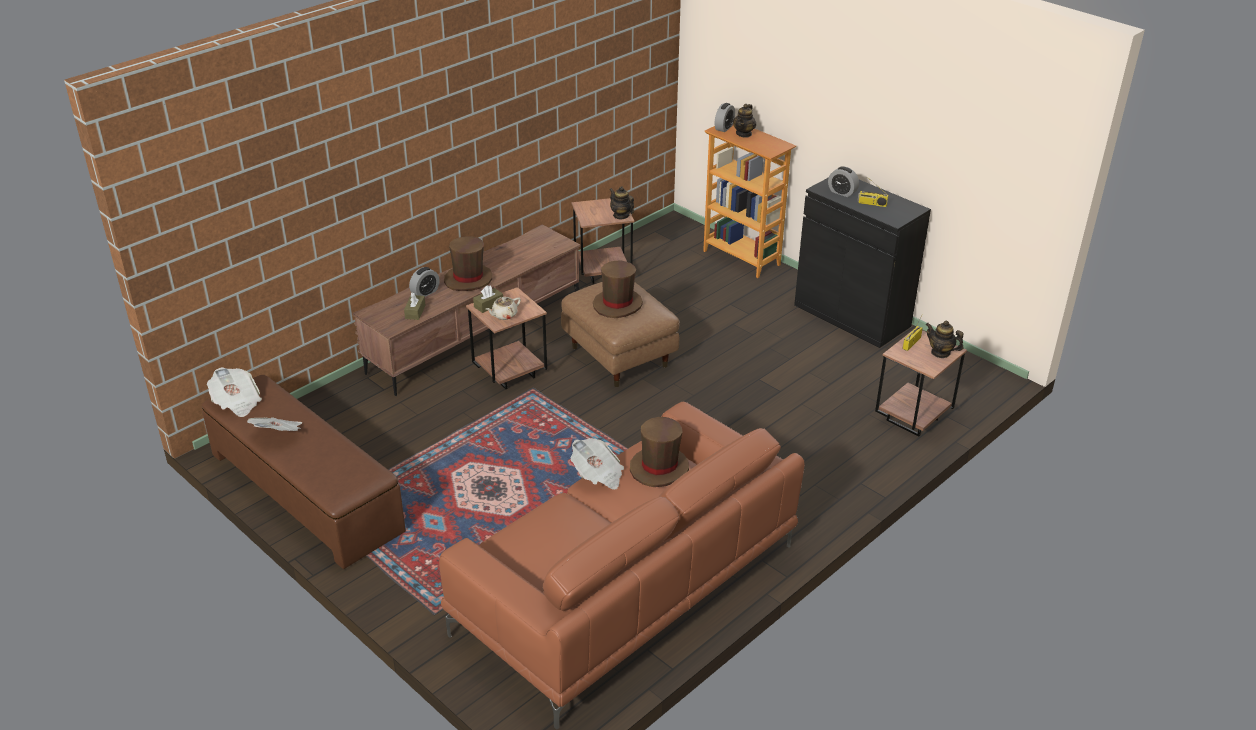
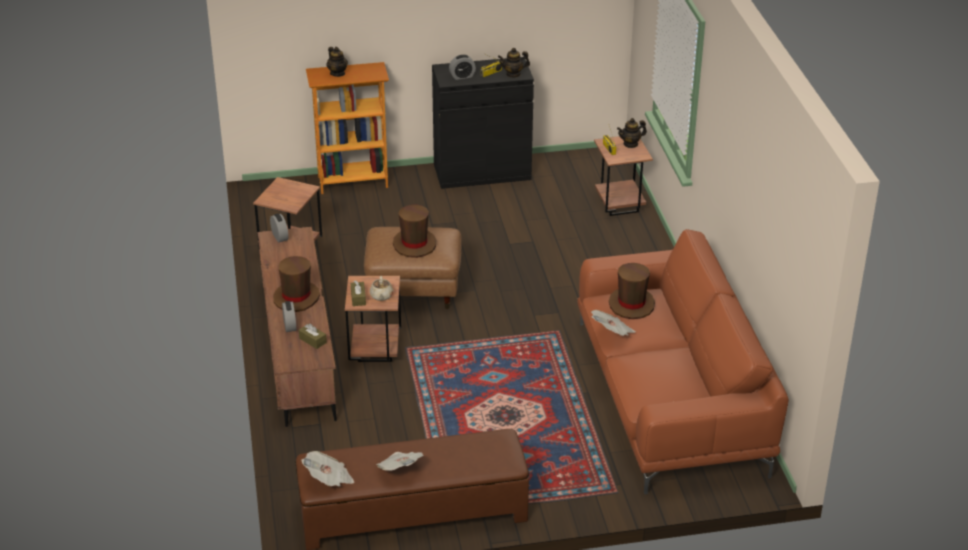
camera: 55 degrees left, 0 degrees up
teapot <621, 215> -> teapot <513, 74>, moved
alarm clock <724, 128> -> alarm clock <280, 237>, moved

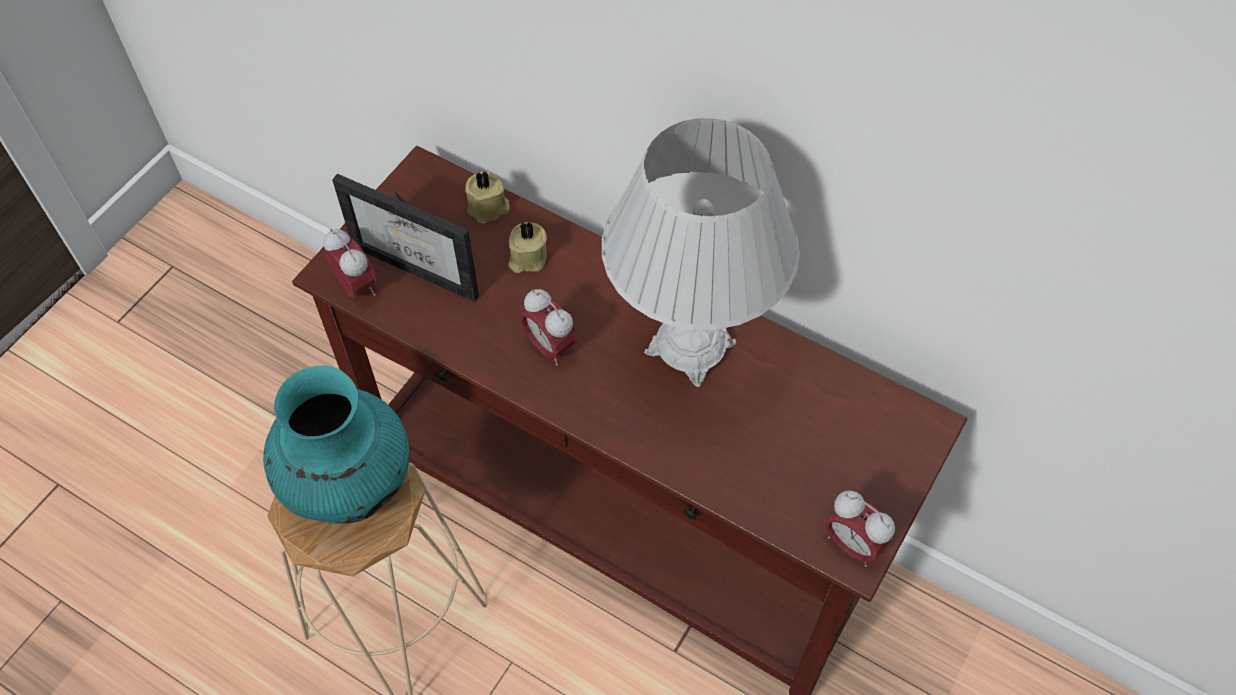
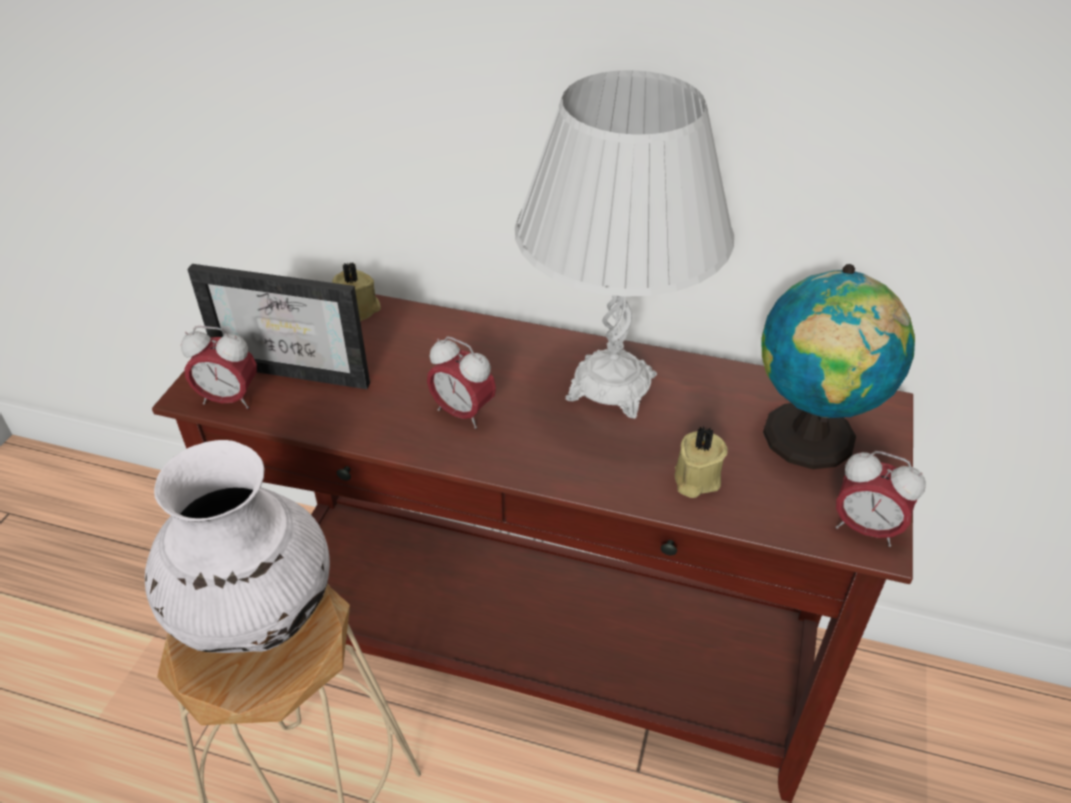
camera: 15 degrees left, 15 degrees down
vase (turquoise) <348, 483> -> vase (white) <254, 615>
alarm clock <357, 286> -> alarm clock <229, 399>, 150 degrees clockwise
candle (beige) <527, 258> -> candle (beige) <695, 479>, moved
none -> globe <810, 441>

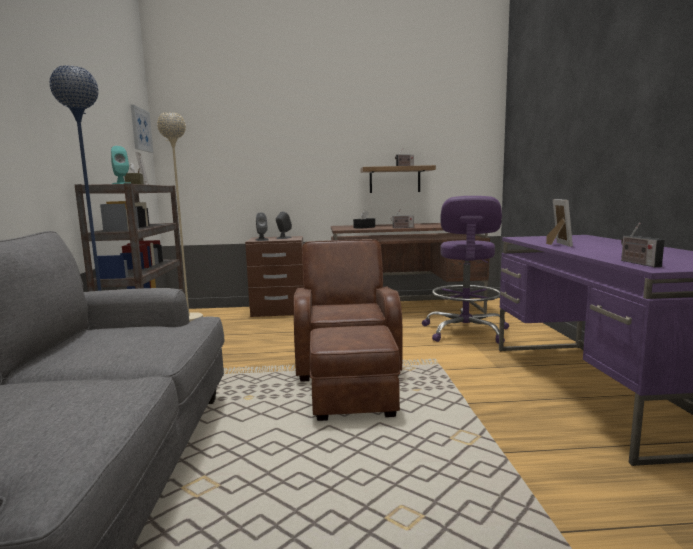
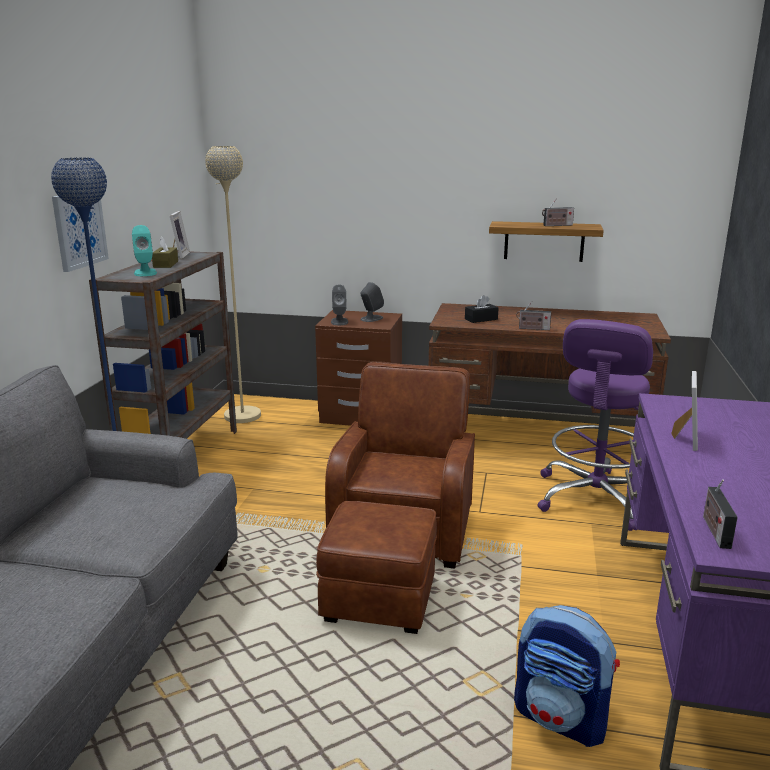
camera: 15 degrees right, 10 degrees up
picture <140, 129> -> picture <79, 229>, moved
none -> backpack <561, 718>

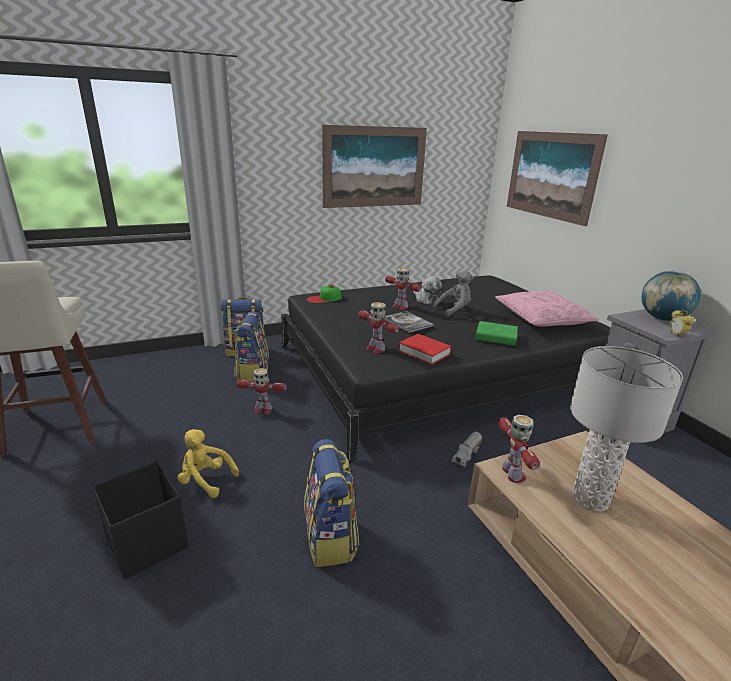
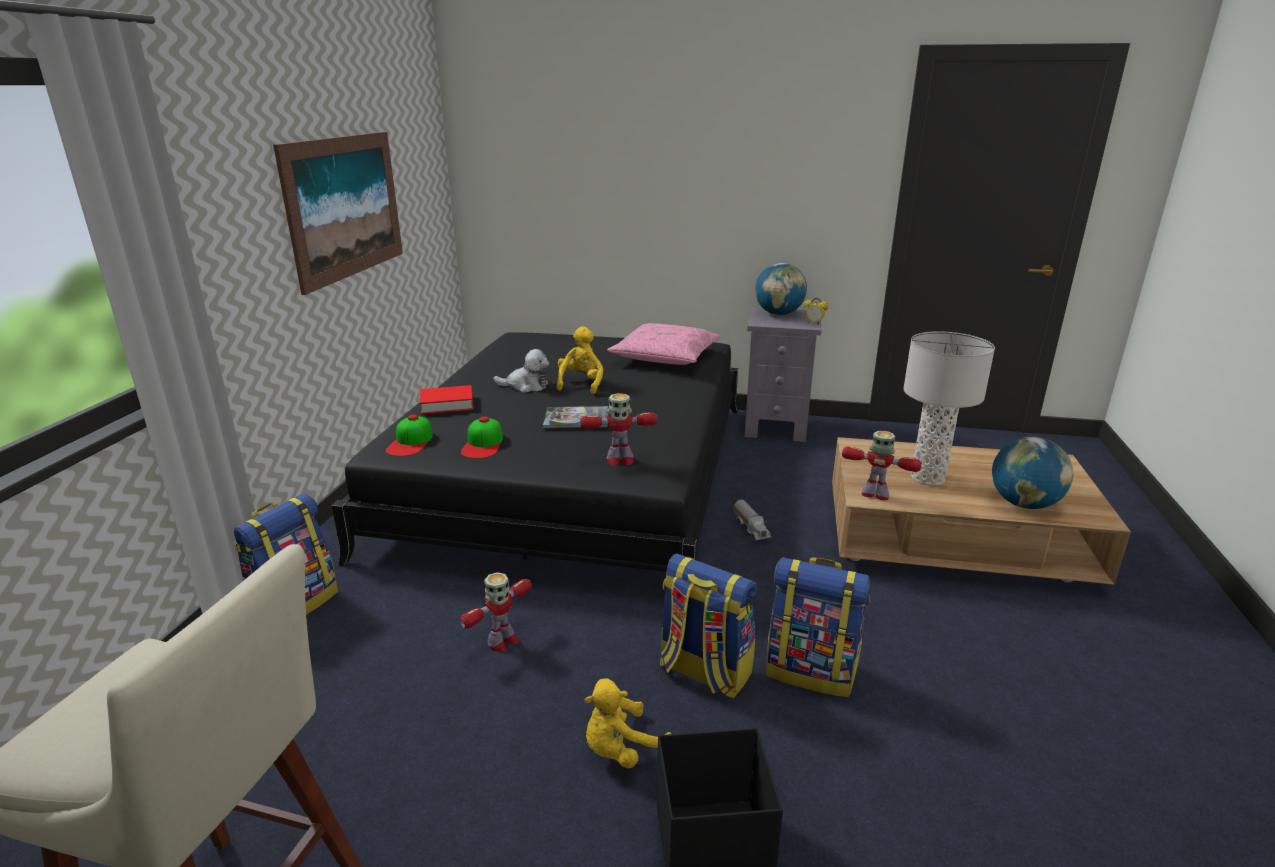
camera: 55 degrees left, 0 degrees up
backpack <252, 373> -> backpack <703, 671>, moved
toy robot <400, 306> -> none
book (red) <424, 352> -> book (red) <447, 404>, moved
plush toy (grey) <454, 310> -> plush toy (yellow) <581, 384>
book (green) <496, 337> -> none
picture <551, 175> -> none
none -> cap <483, 444>
none -> globe <1024, 504>

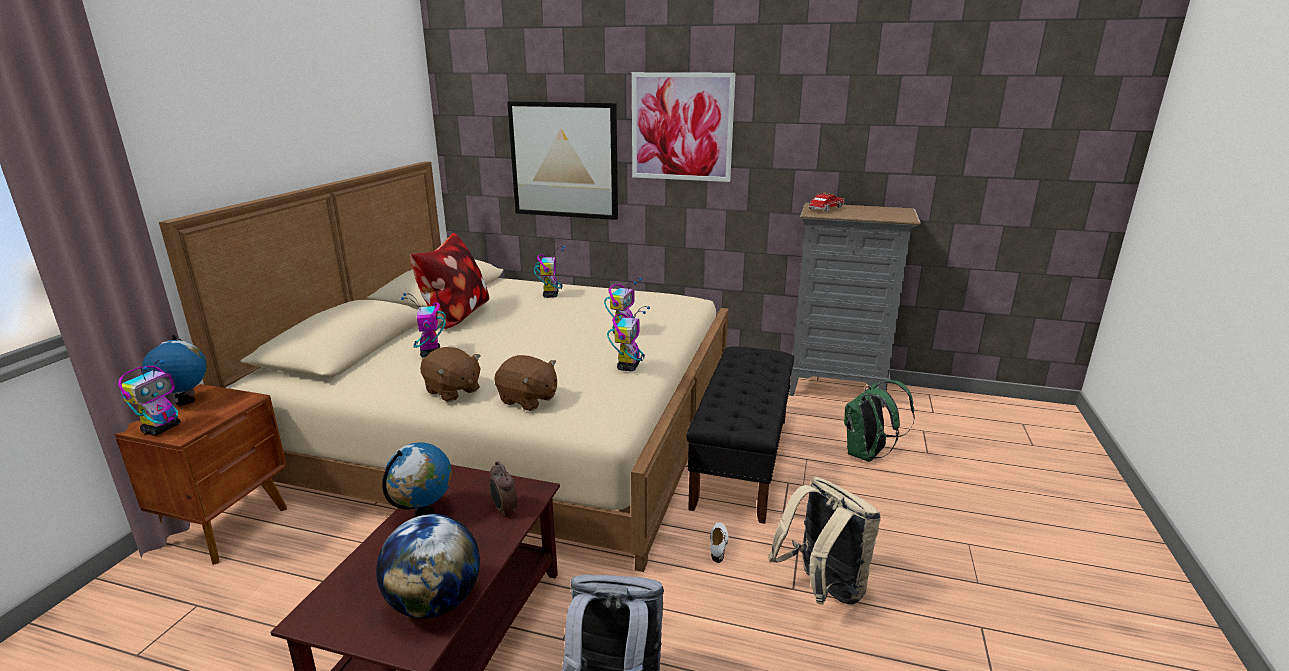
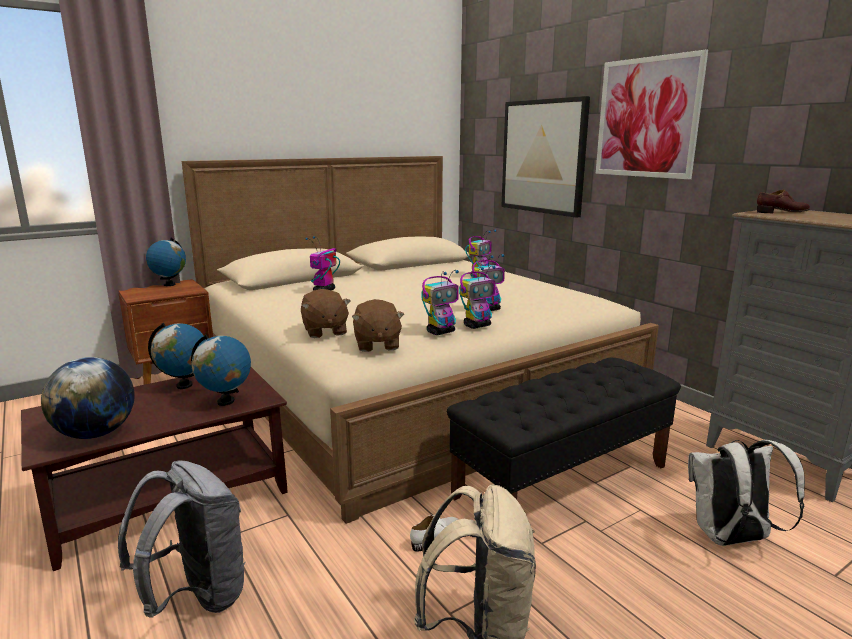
camera: 40 degrees right, 5 degrees down
toy robot <162, 428> -> toy robot <477, 326>, moved
pillow <455, 316> -> none
plush toy (brown) <452, 391> -> plush toy (brown) <376, 344>, moved
alarm clock <504, 509> -> globe <225, 401>
toy truck <825, 210> -> shoe (brown) <782, 212>
backpack (green) <867, 455> -> backpack (white) <730, 539>

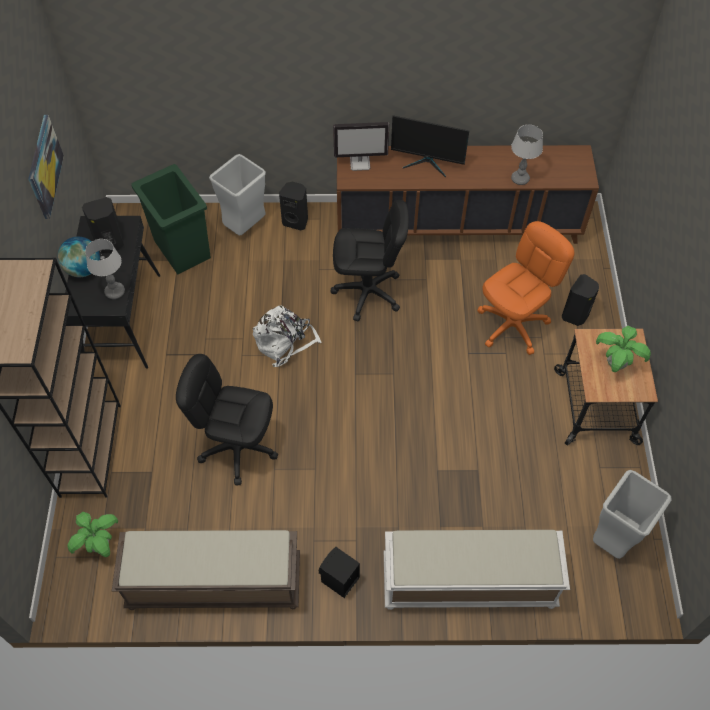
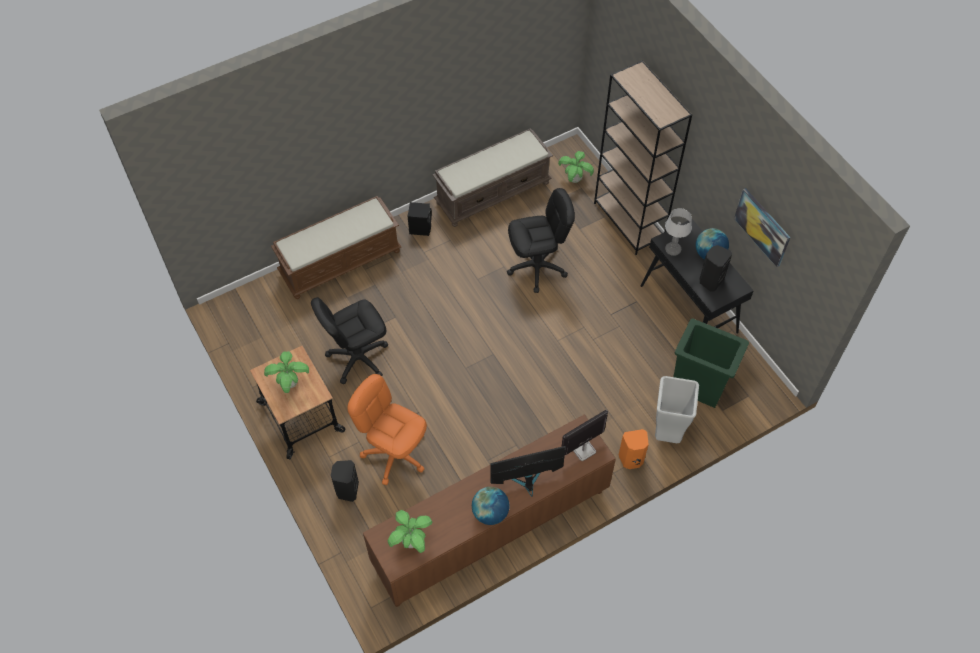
camera: 150 degrees right, 0 degrees up
backpack (white) <285, 342> -> none
speaker (black) <296, 221> -> speaker (orange) <631, 459>
office chair (black) <368, 293> -> office chair (black) <358, 358>, moved
bench (white) <467, 583> -> bench (brown) <340, 261>
office chair (orange) <512, 325> -> office chair (orange) <395, 454>, 105 degrees clockwise
table lamp <520, 179> -> none
trash can (grey) <613, 539> -> none
none -> potted plant <411, 541>
none -> globe <490, 513>

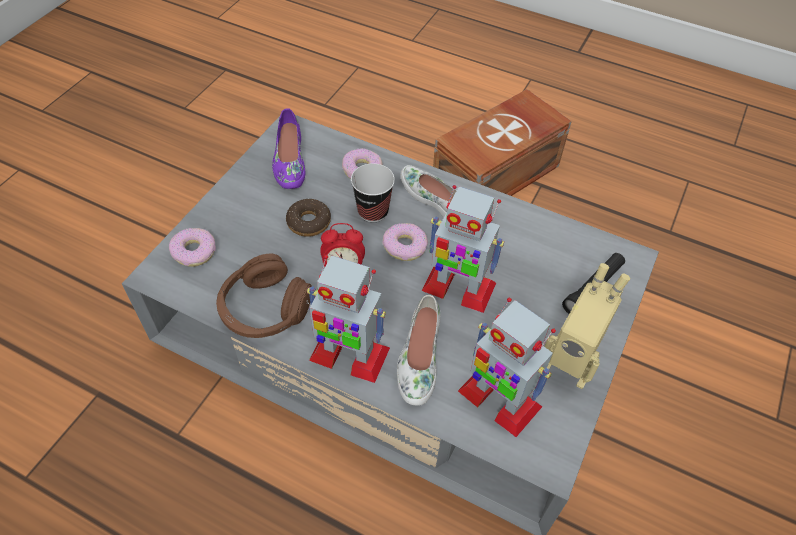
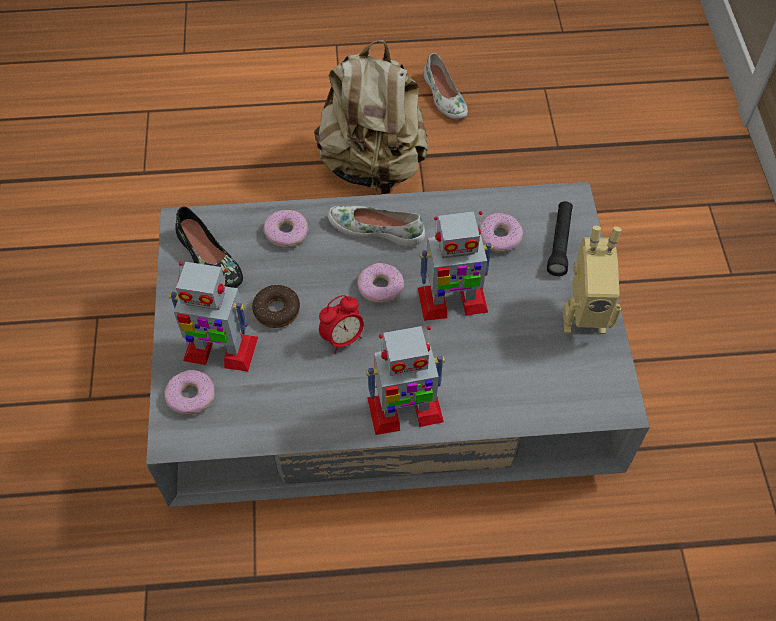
camera: 30 degrees left, 5 degrees up
headphones (brown) <264, 309> -> none
shoe (purple) <289, 161> -> shoe (black) <209, 259>
cup <373, 211> -> none
shoe (white) <418, 358> -> shoe (white) <444, 96>, moved
storage box (brown) <498, 175> -> backpack (beige) <373, 165>
toy robot <498, 398> -> toy robot <219, 349>, moved
none -> donut <500, 237>

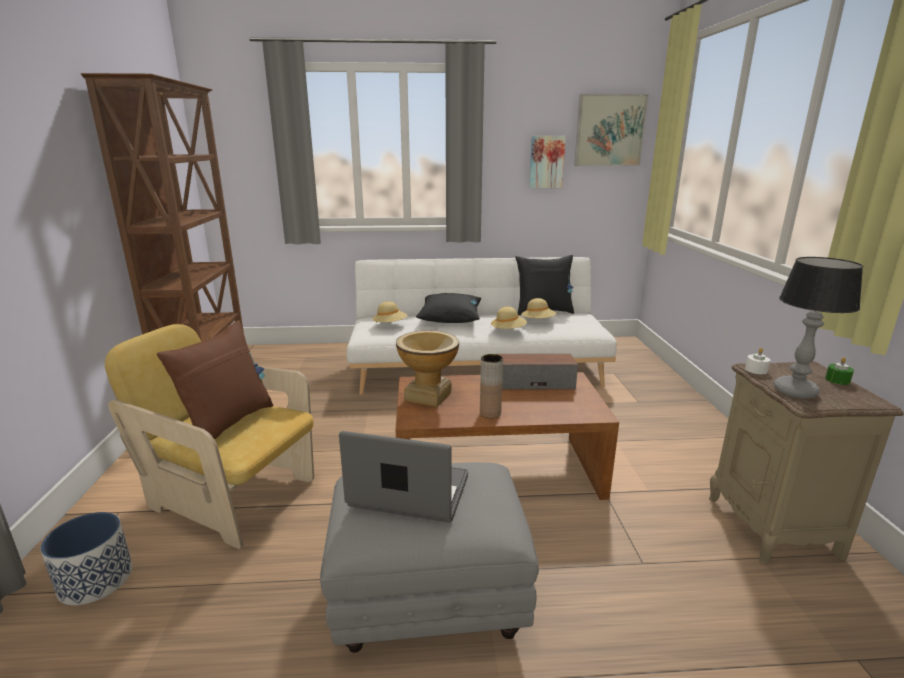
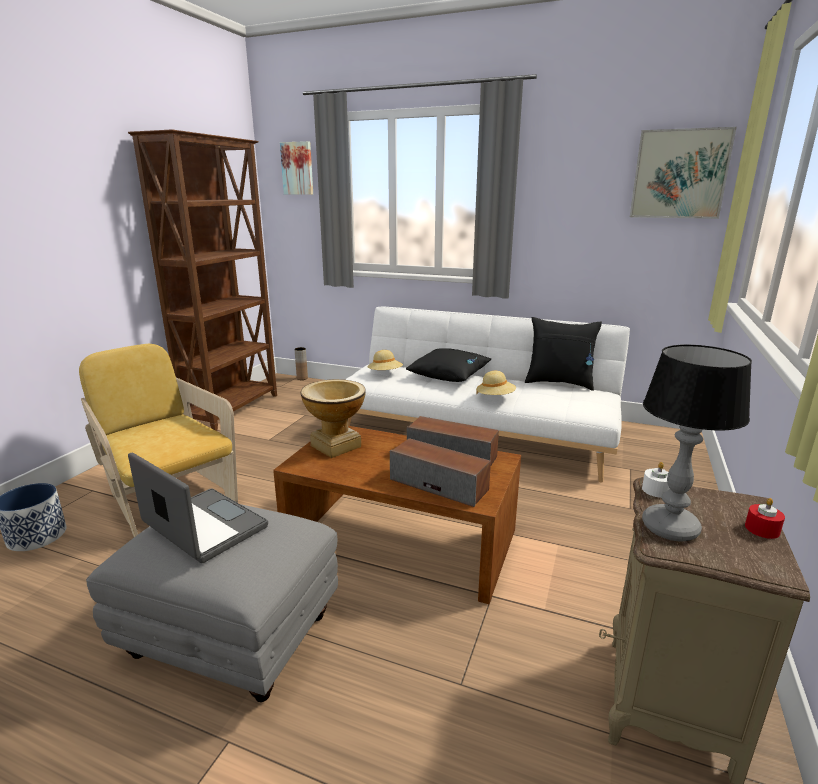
camera: 25 degrees right, 0 degrees up
pillow (brown) <228, 424> -> none
vase (brown) <490, 413> -> vase (brown) <302, 378>, moved
hat (beige) <538, 322> -> none
picture <546, 162> -> picture <298, 168>, moved
candle (green) <837, 380> -> candle (red) <762, 529>
none -> speaker <439, 484>

